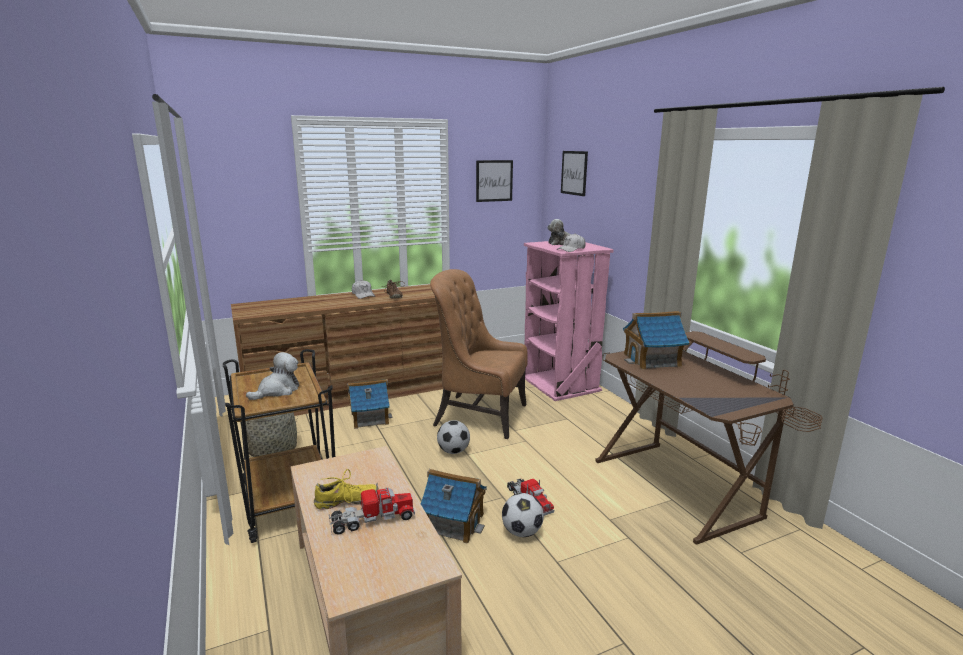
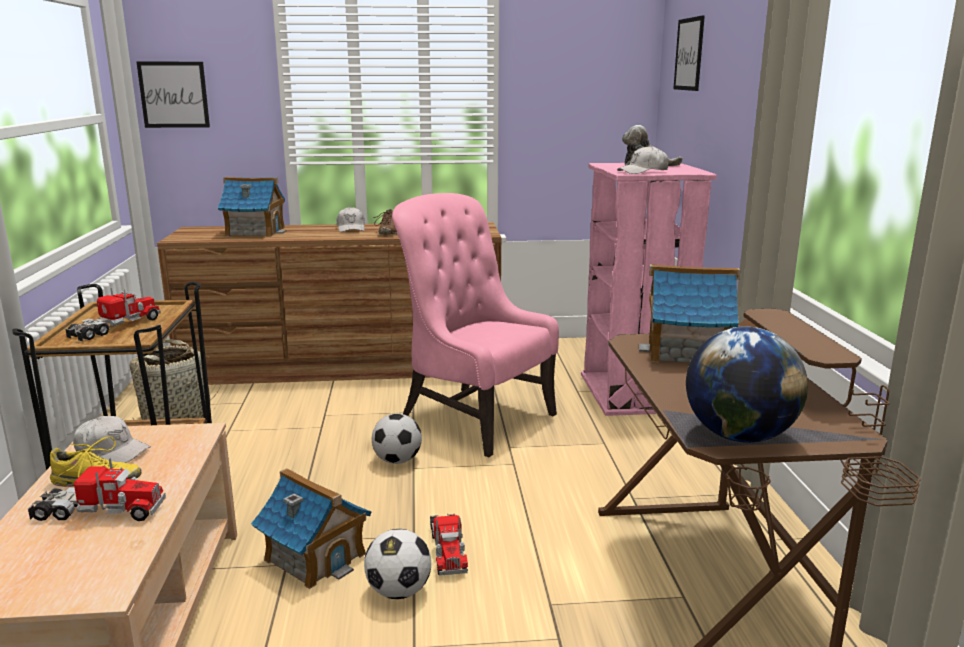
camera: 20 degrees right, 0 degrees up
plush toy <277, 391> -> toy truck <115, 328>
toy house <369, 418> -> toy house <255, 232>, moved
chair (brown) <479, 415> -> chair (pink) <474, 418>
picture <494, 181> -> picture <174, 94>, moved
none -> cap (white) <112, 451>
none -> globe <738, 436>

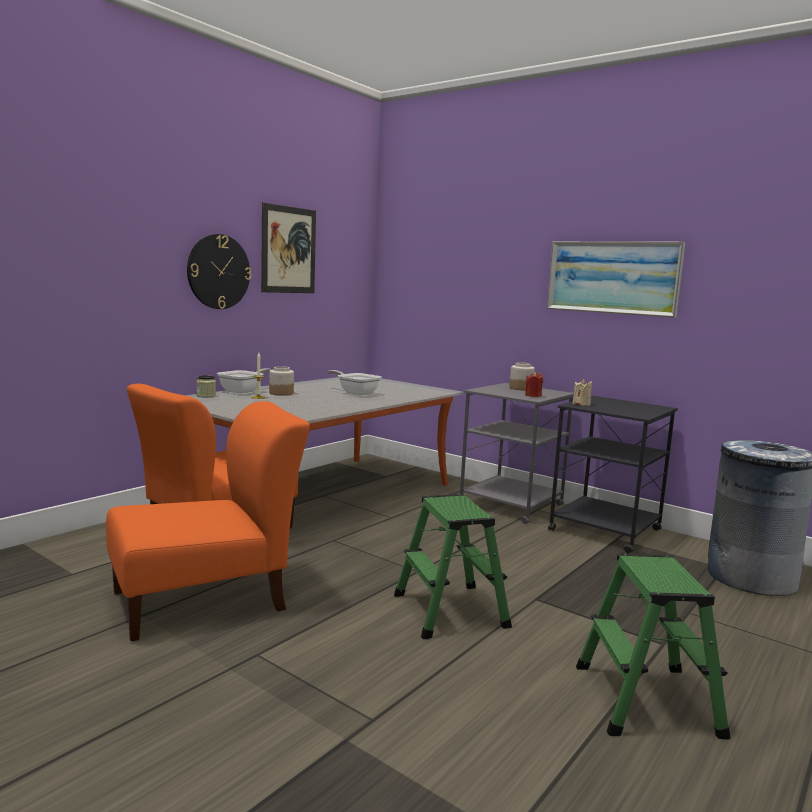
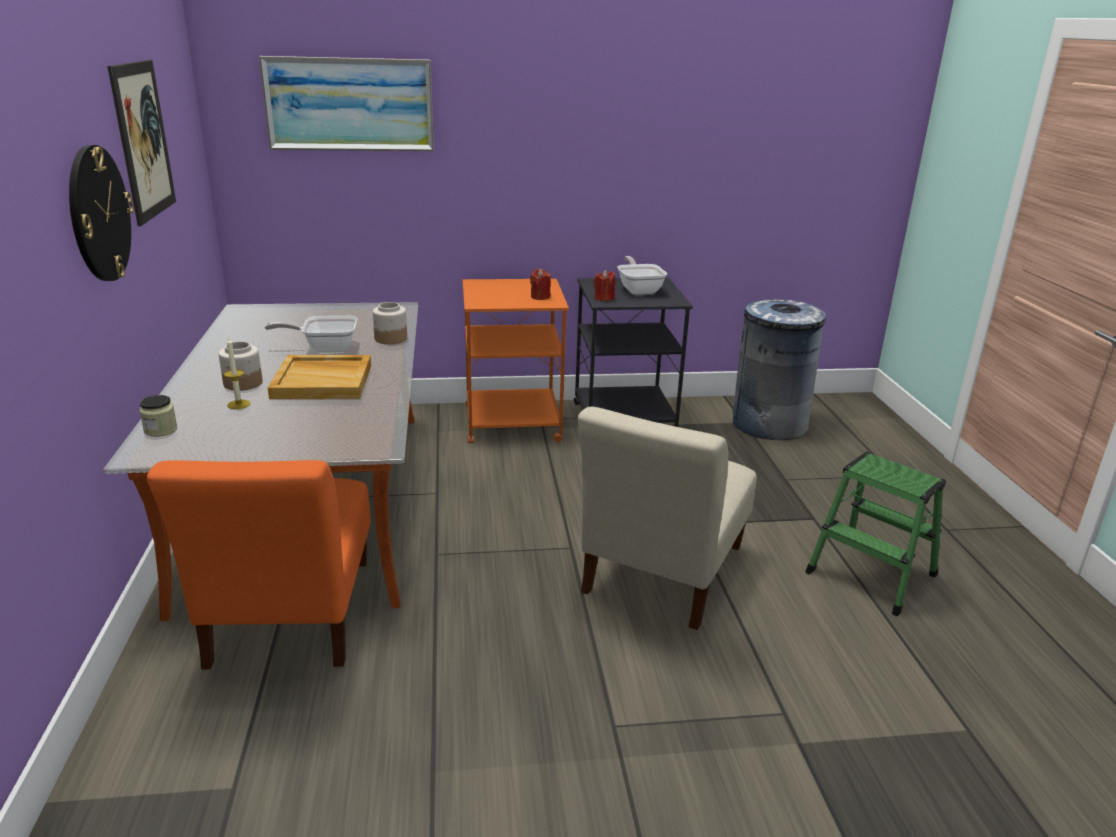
camera: 45 degrees left, 15 degrees up
chair (orange) <207, 599> -> none
frying pan <244, 391> -> frying pan <639, 289>, moved
step ladder (green) <450, 610> -> chair (beige) <661, 574>
cart (grey) <512, 505> -> cart (orange) <514, 423>
jar <520, 388> -> jar <390, 339>, moved
picture <612, 277> -> picture <350, 104>, moved
candle (beige) <581, 404> -> candle (red) <604, 298>
none -> tray (beige) <323, 381>

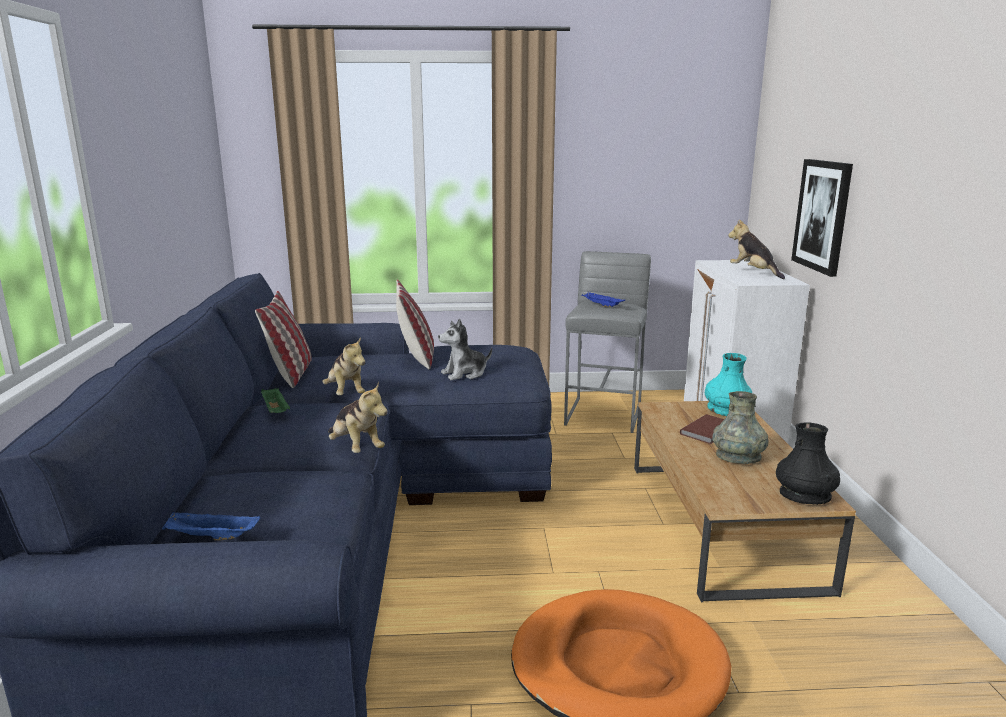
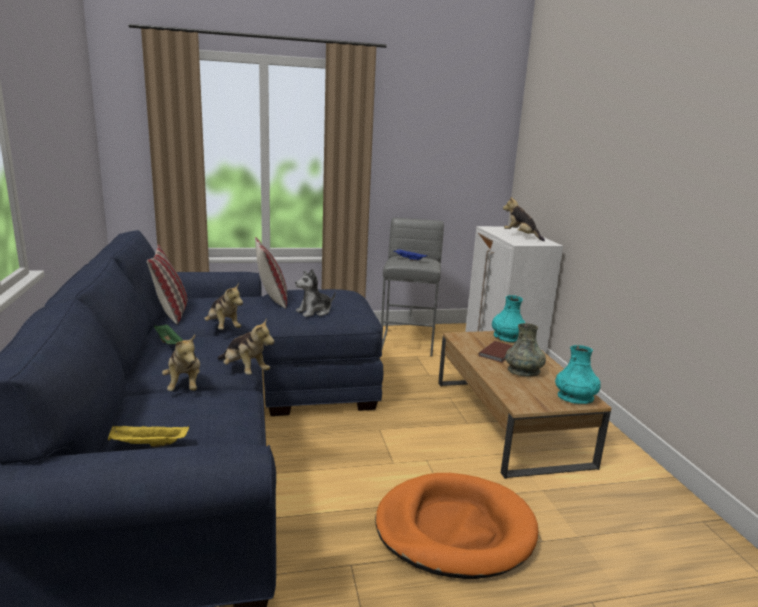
camera: 10 degrees left, 0 degrees up
tray (blue) <211, 537> -> tray (yellow) <148, 445>
vase (black) <805, 495> -> vase (turquoise) <575, 397>
picture <822, 215> -> none
none -> plush toy <184, 386>

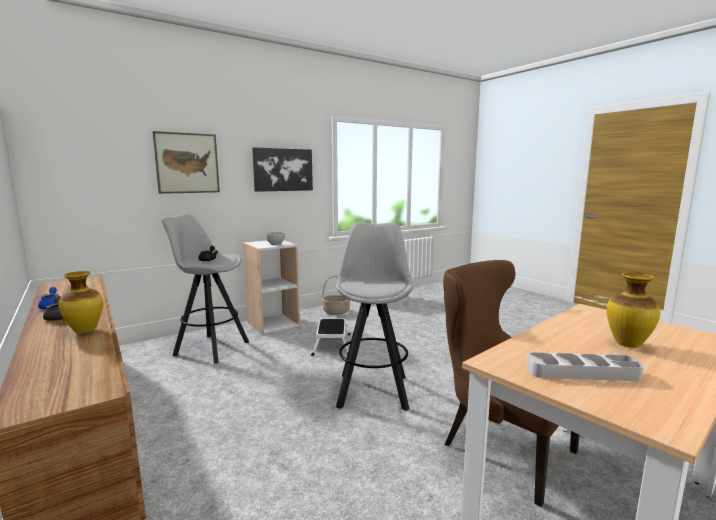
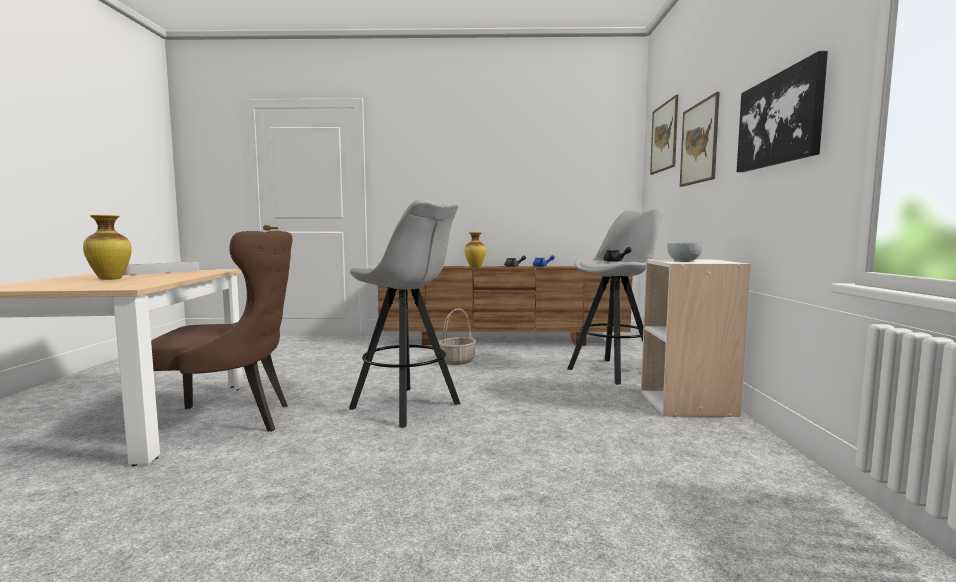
camera: 125 degrees right, 5 degrees down
step ladder (black) <332, 344> -> none
basket <336, 311> -> basket <457, 361>, moved
none -> picture <664, 137>

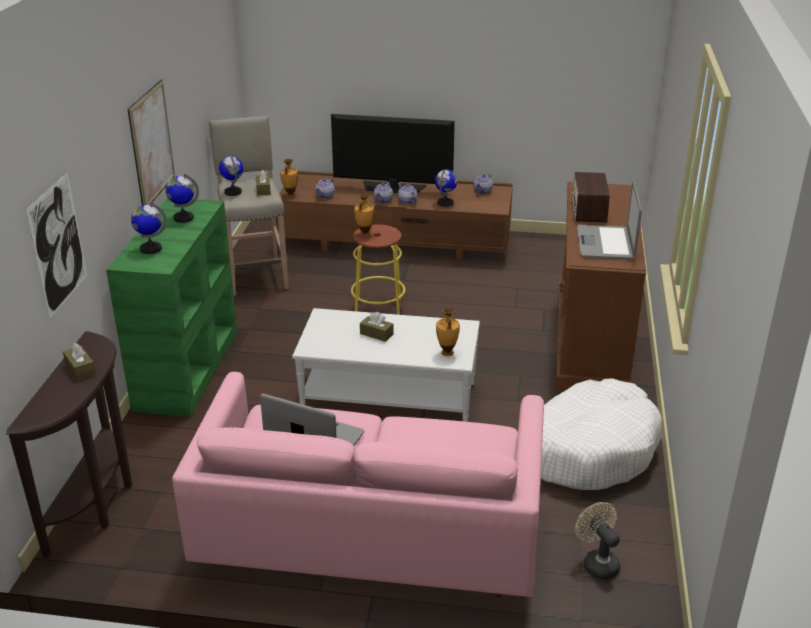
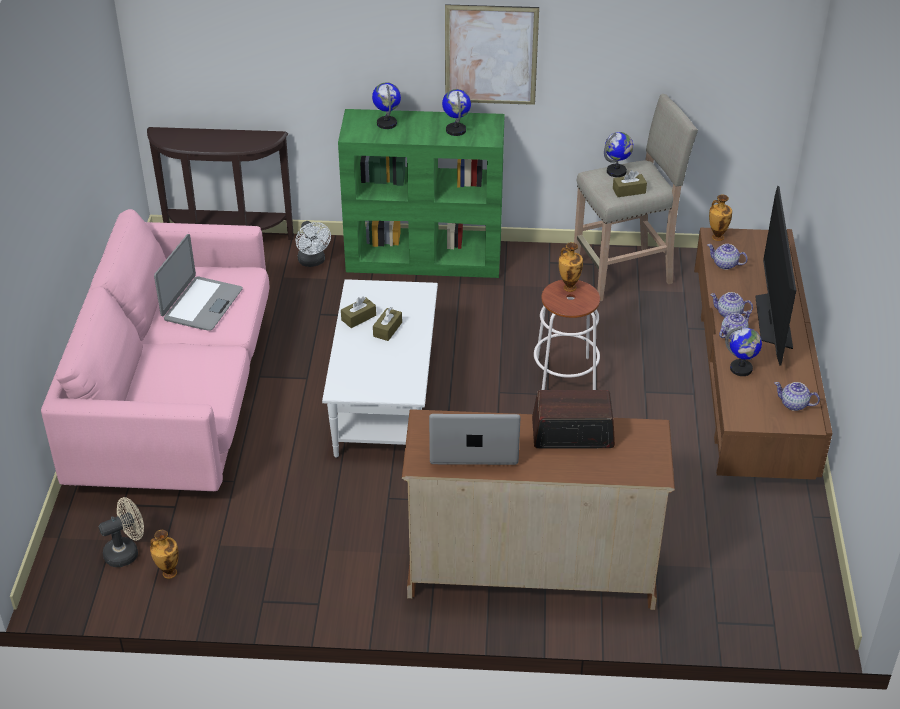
camera: 85 degrees right, 10 degrees up
picture <58, 245> -> none
tissue box (brown) <80, 369> -> tissue box (brown) <358, 318>, moved
stool (yellow) <378, 310> -> stool (white) <565, 376>
vase <447, 353> -> vase <168, 573>, moved
dog bed (white) <589, 449> -> none
none -> fan (white) <313, 262>

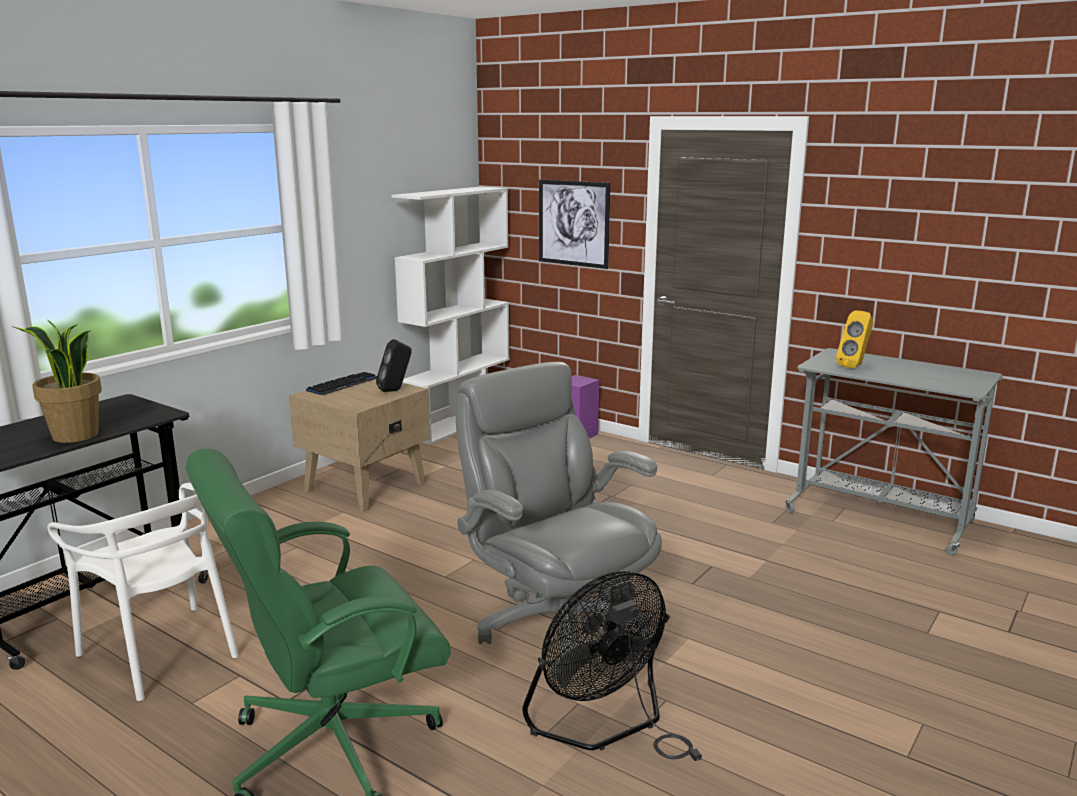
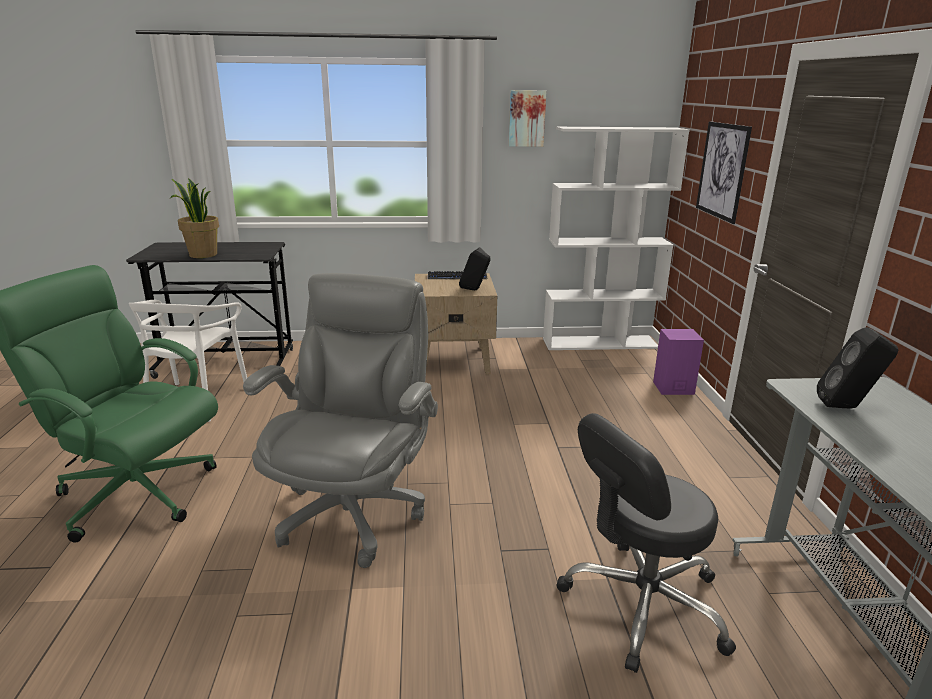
camera: 50 degrees right, 5 degrees up
fan (black) <617, 723> -> none
speaker (yellow) <854, 366> -> speaker (black) <847, 407>
none -> picture <526, 118>
none -> office chair (black) <638, 607>

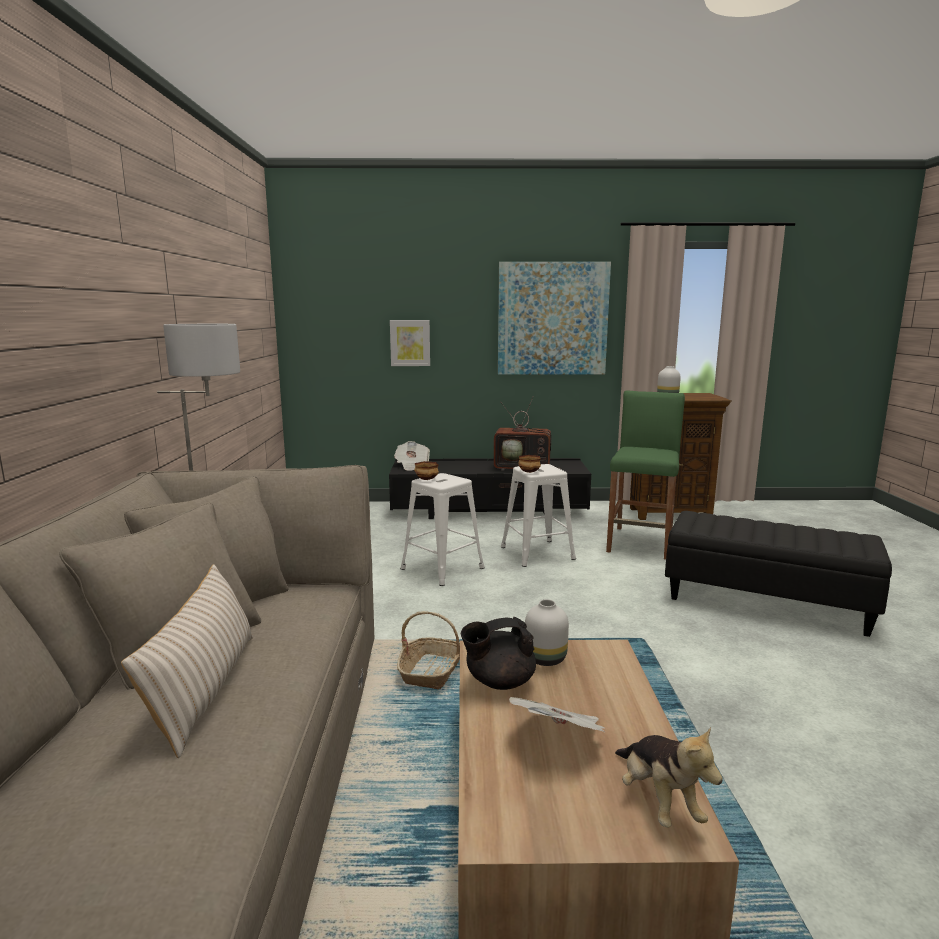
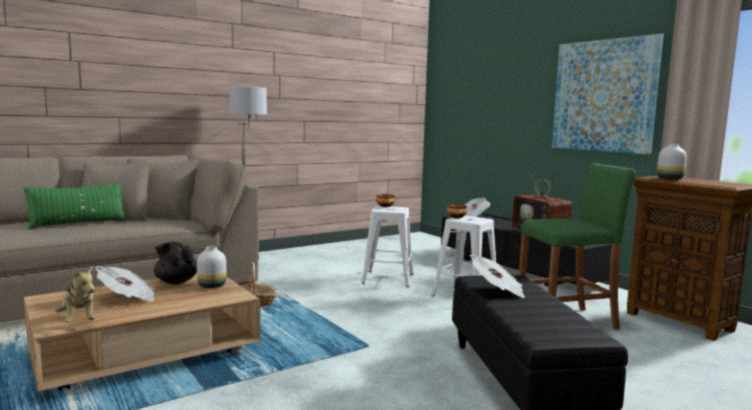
camera: 55 degrees right, 5 degrees down
pillow (beige) <205, 689> -> pillow (green) <78, 224>
picture <410, 343> -> none
plush toy <658, 801> -> plush toy <78, 320>, 75 degrees counterclockwise
none -> newspaper <497, 291>

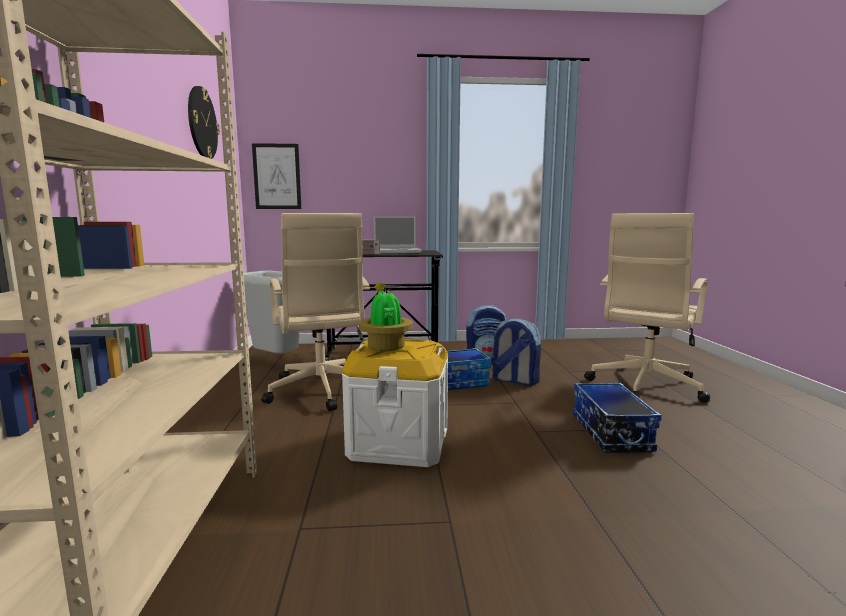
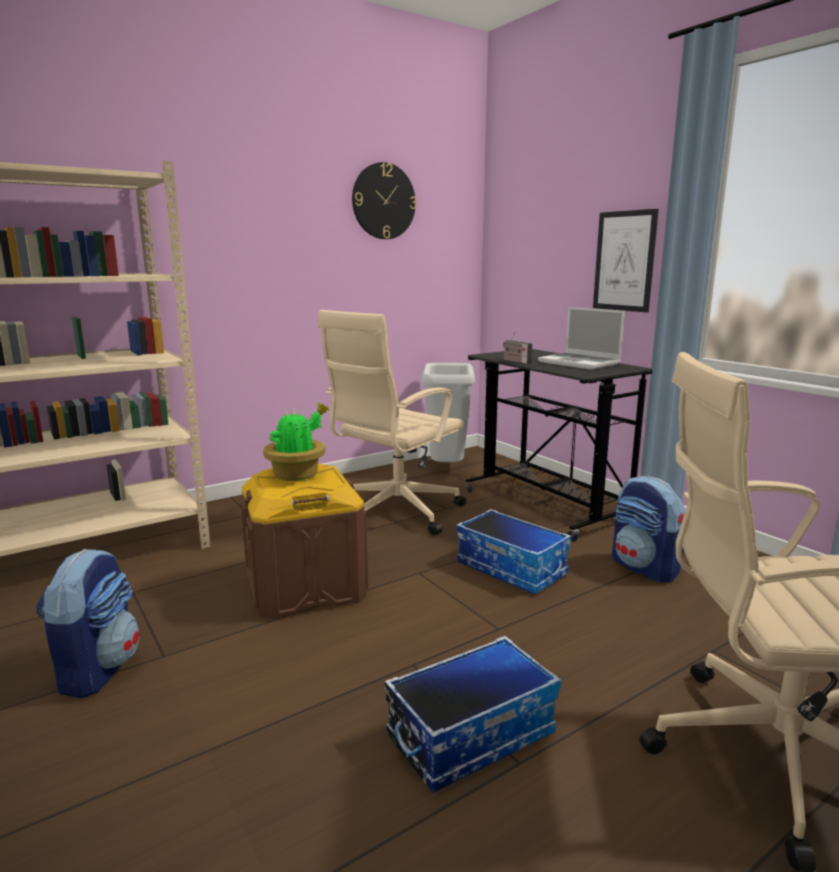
camera: 60 degrees right, 5 degrees up
picture <277, 176> -> picture <624, 261>, moved
storage box (white) <399, 443> -> storage box (brown) <306, 586>
backpack <514, 381> -> backpack <97, 669>, moved

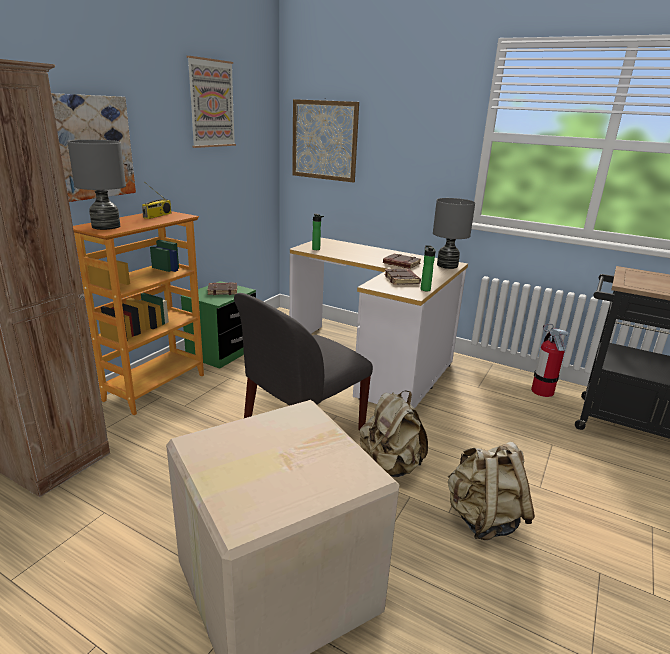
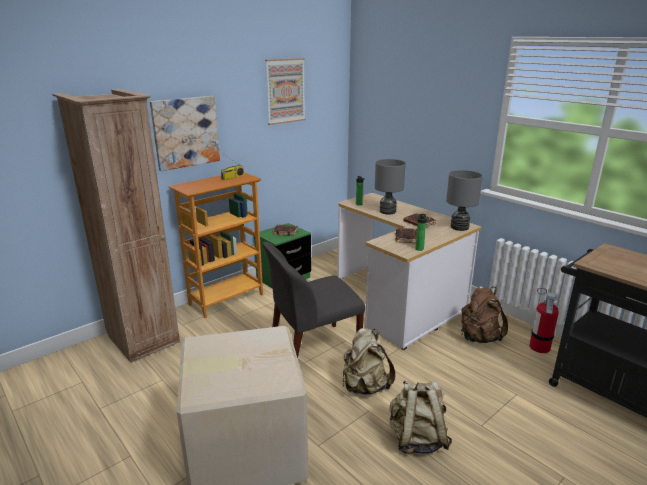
camera: 20 degrees right, 0 degrees up
table lamp (grey) <106, 226> -> table lamp (grey) <387, 211>, moved
picture <324, 139> -> none
none -> backpack (brown) <479, 338>

